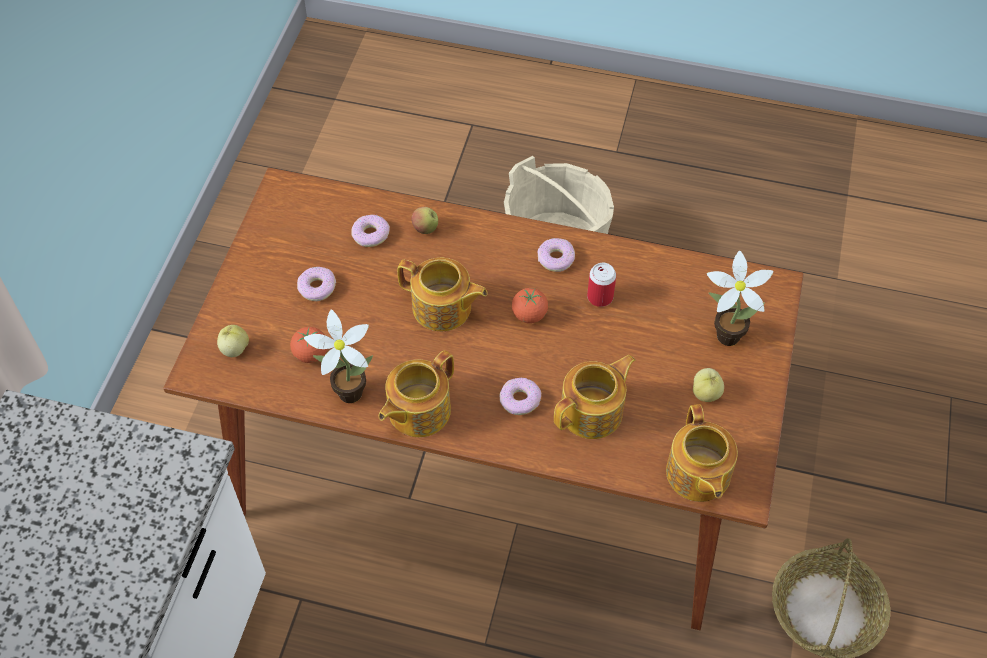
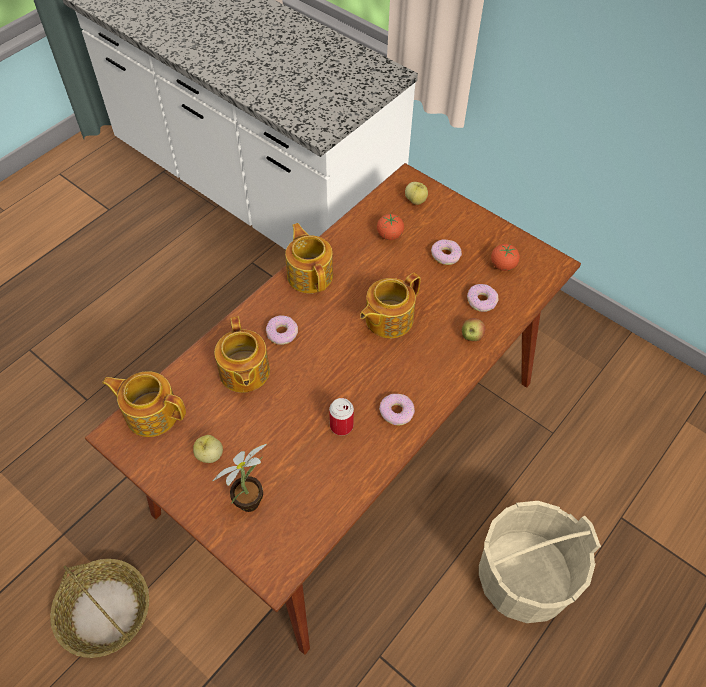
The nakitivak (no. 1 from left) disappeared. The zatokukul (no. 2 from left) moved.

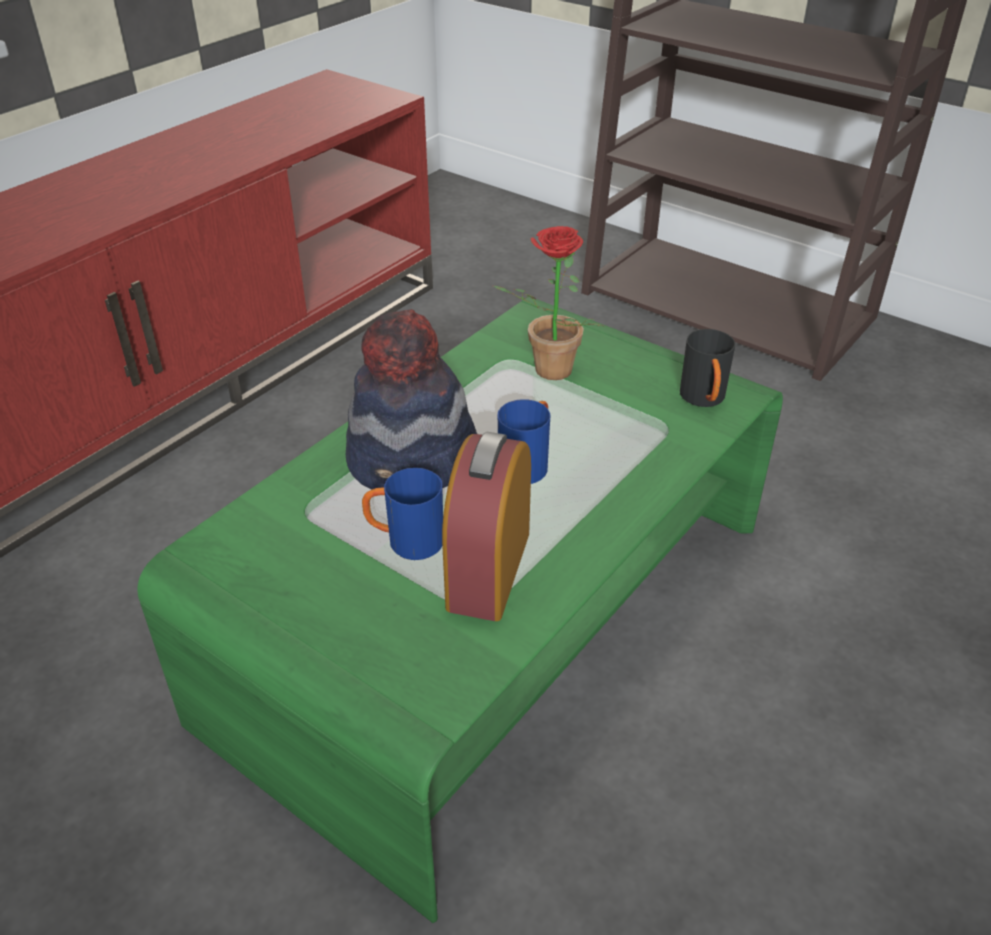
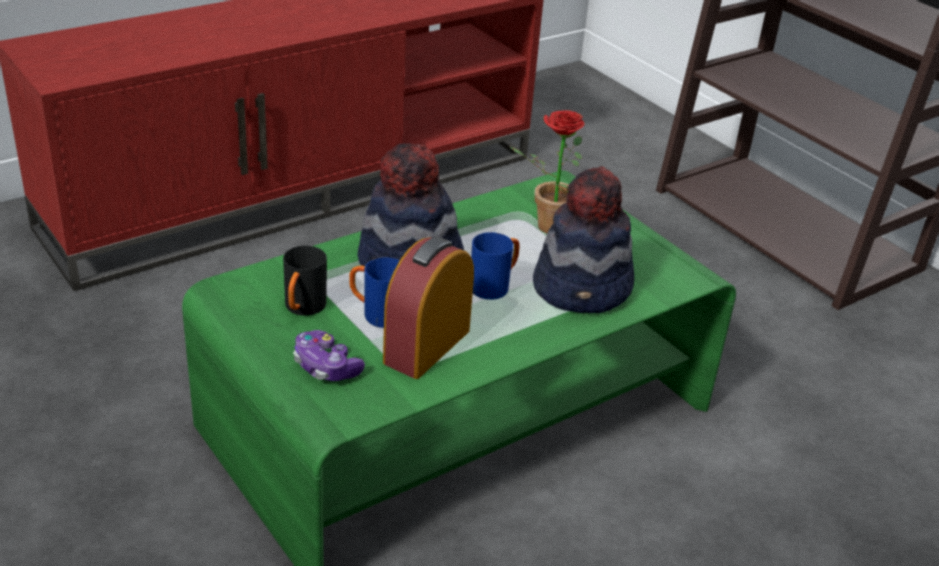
The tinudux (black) moved. The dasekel appeared. The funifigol (no. 2 from left) appeared.

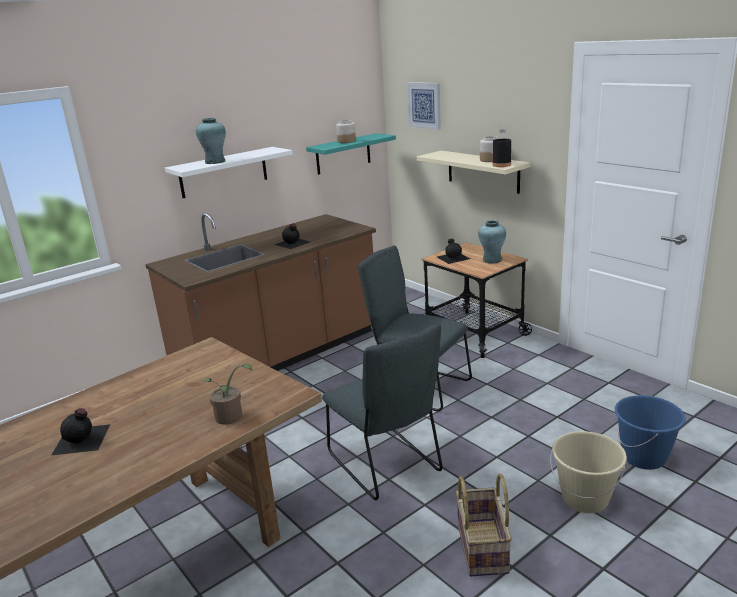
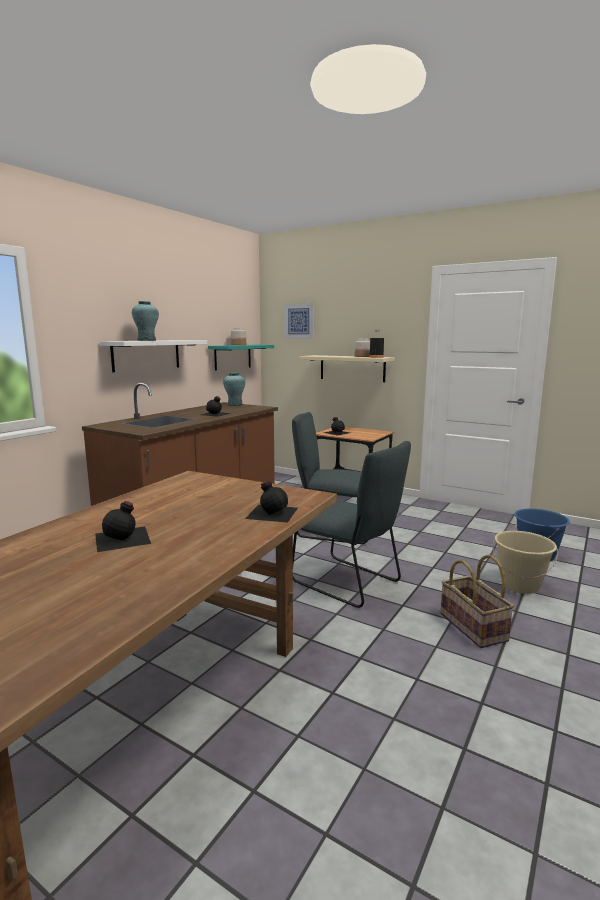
The nakitivak was replaced by the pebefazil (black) (no. 3 from left). The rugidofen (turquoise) (no. 2 from left) moved.

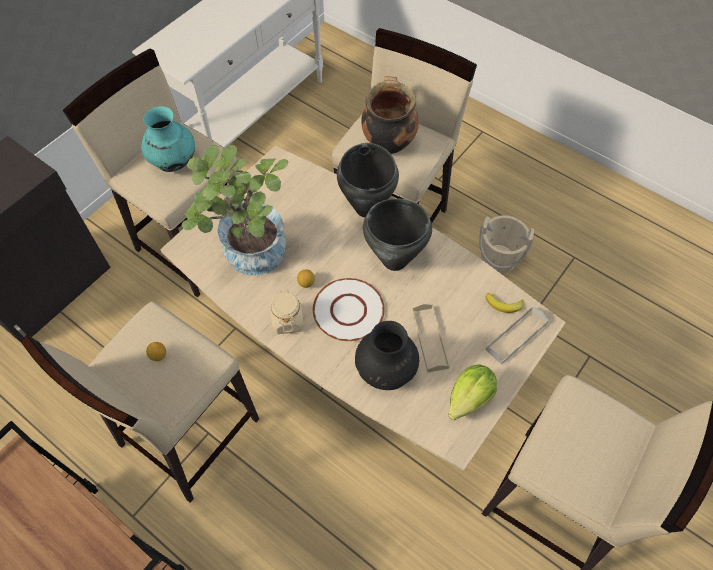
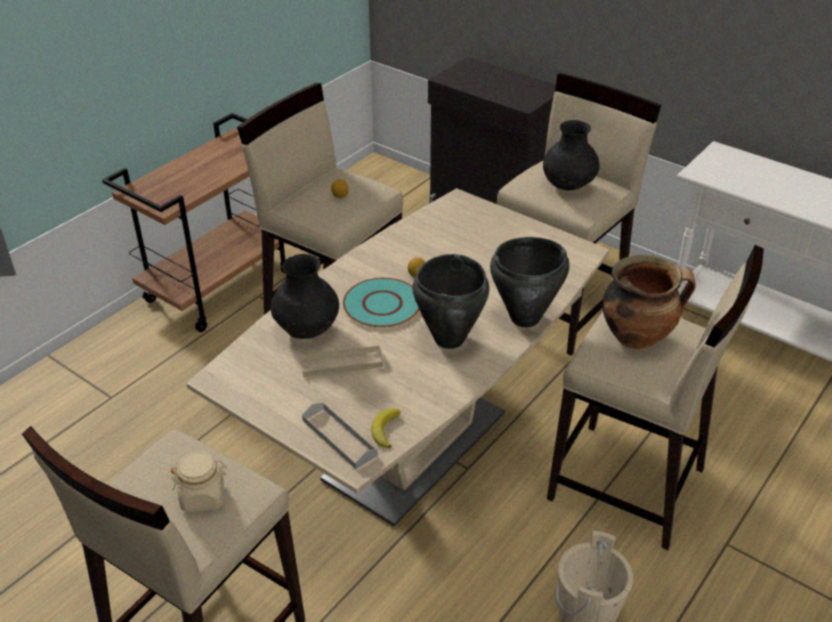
The rugidofen (turquoise) became the rugidofen (black) (no. 2 from left). The nakitivak disappeared. The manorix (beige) moved. The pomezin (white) became the pomezin (turquoise). The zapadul disappeared.

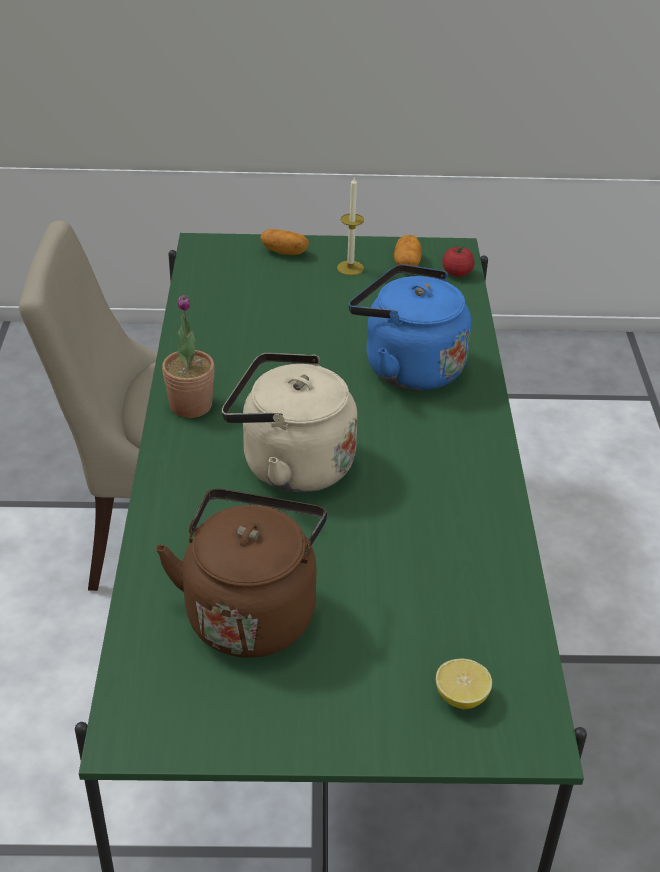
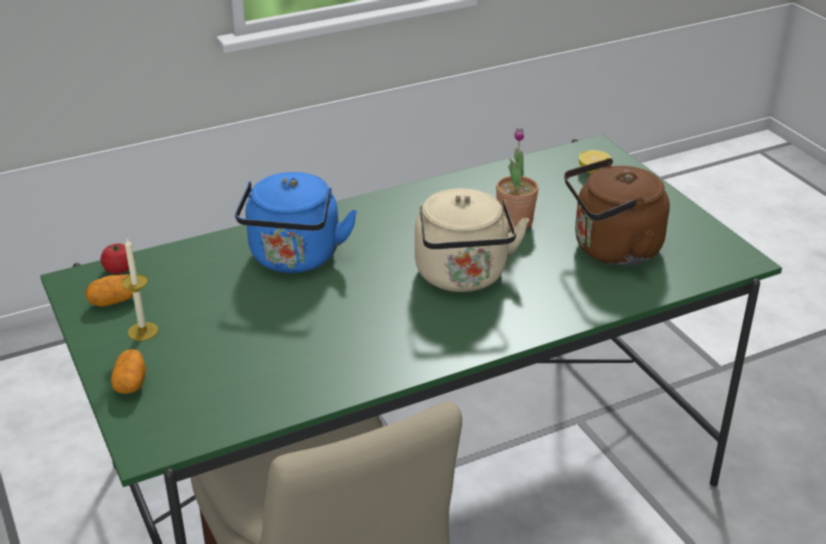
The nakitivak moved.

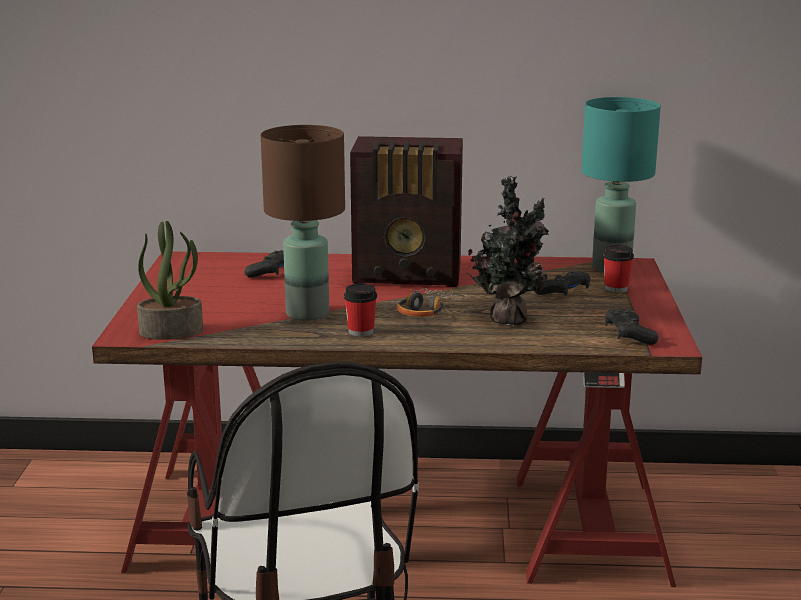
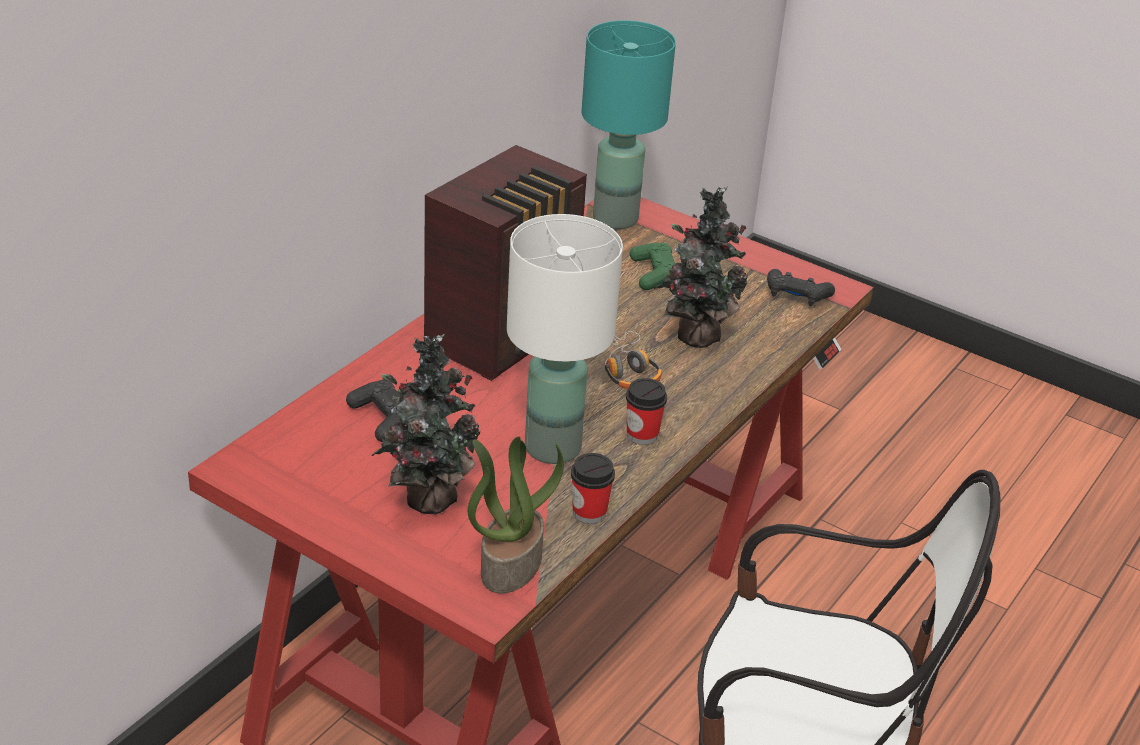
The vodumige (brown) became the vodumige (white). The dasekel (black) (no. 2 from left) became the dasekel (green). The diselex (no. 2 from left in the first image) moved. The nakitivak (no. 1 from left) appeared.

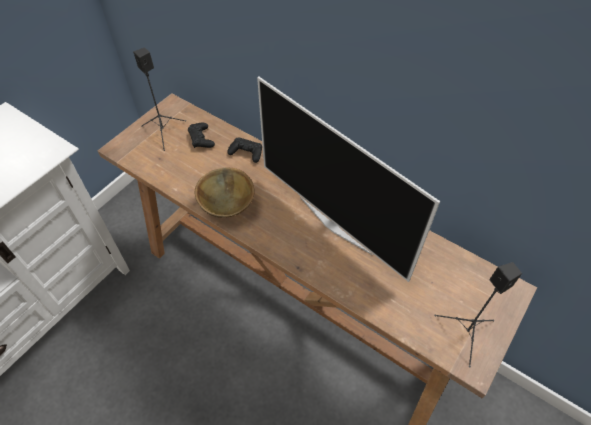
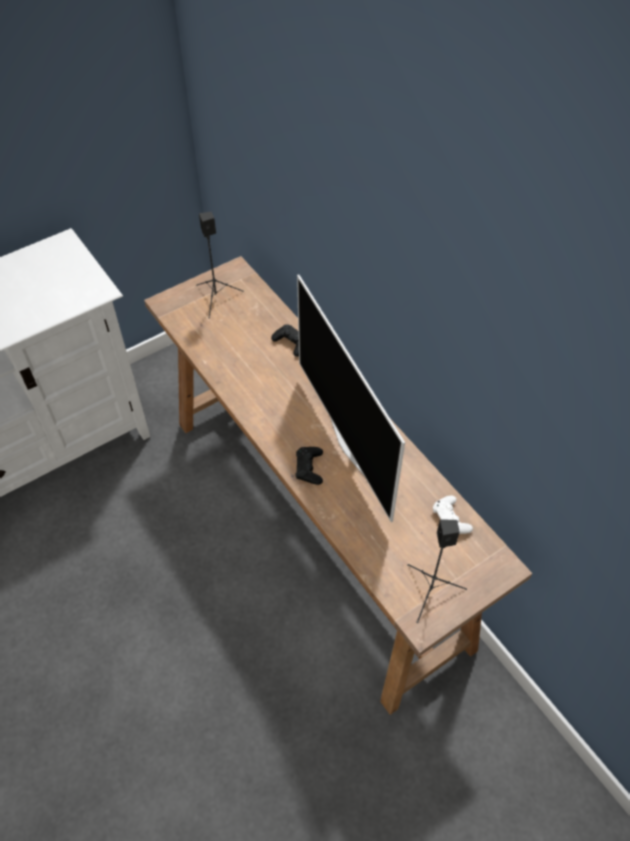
The dasekel (black) (no. 1 from left in the first image) moved. The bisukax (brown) disappeared. The dasekel (white) appeared.

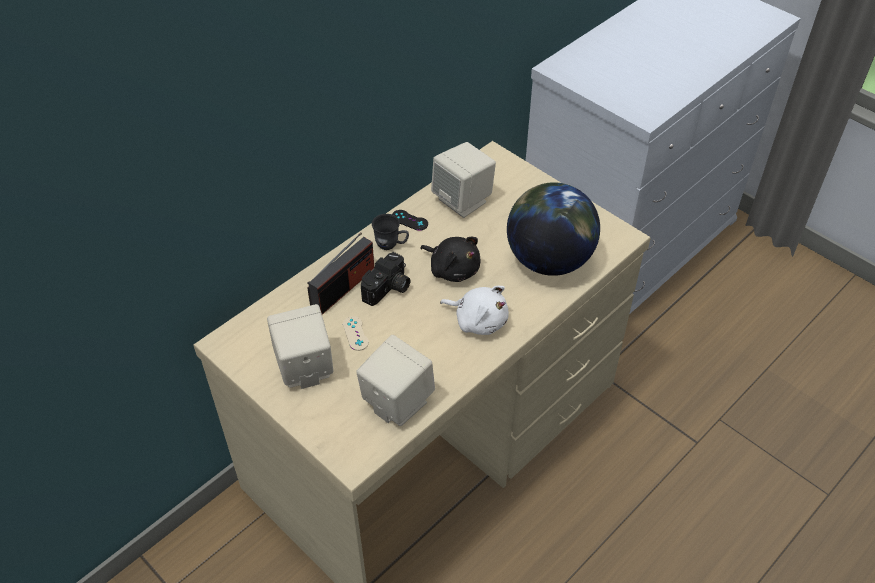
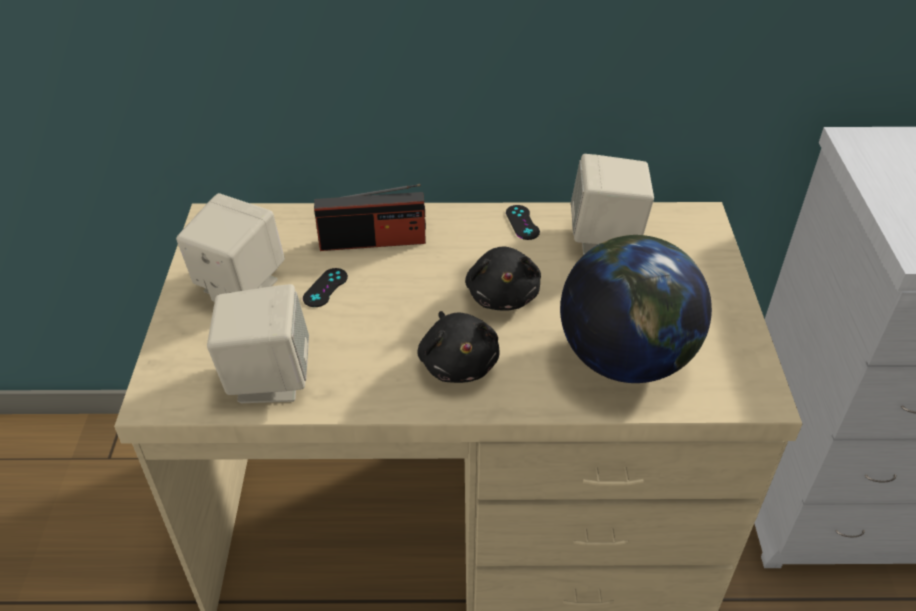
The dasekel (beige) became the dasekel (black) (no. 1 from left). The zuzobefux disappeared. The tinudux (grey) disappeared. The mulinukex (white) became the mulinukex (black) (no. 1 from left).

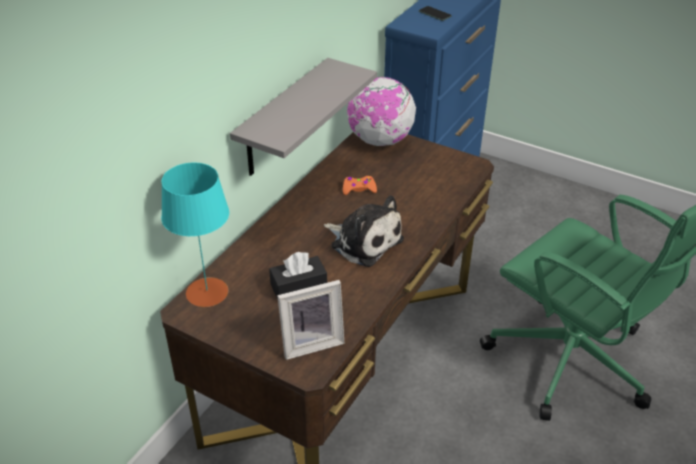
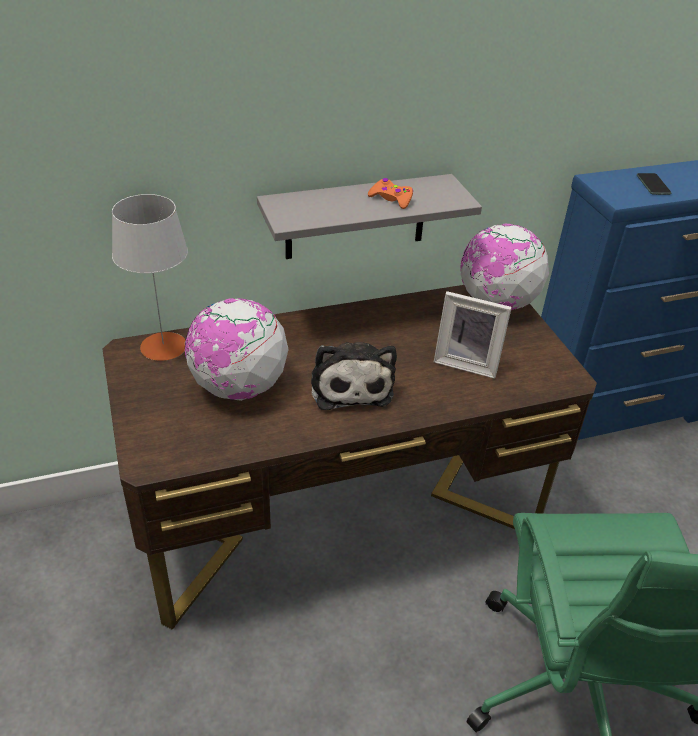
The vodumige (turquoise) became the vodumige (grey). The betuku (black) was replaced by the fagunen (no. 1 from left). The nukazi moved. The dasekel (orange) moved.

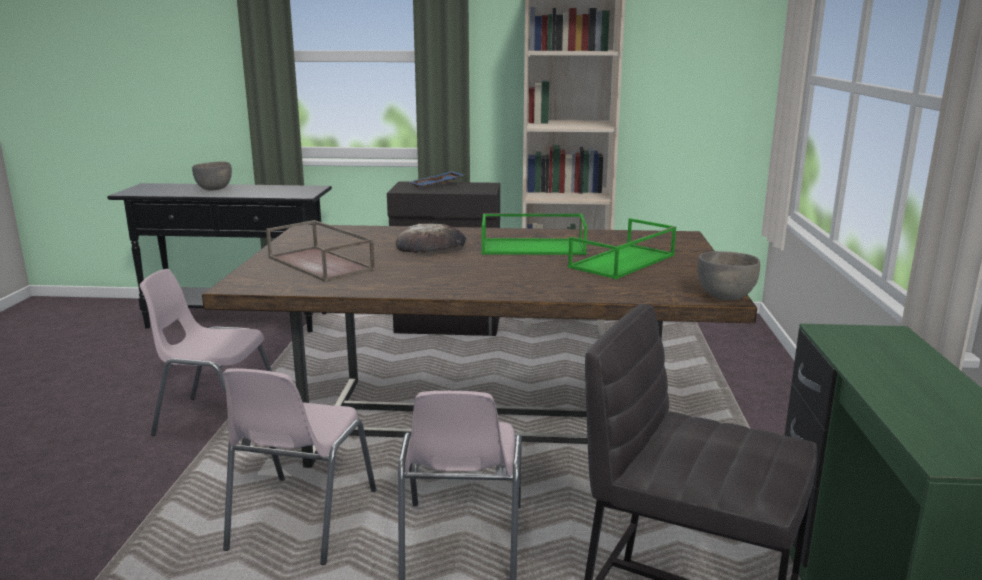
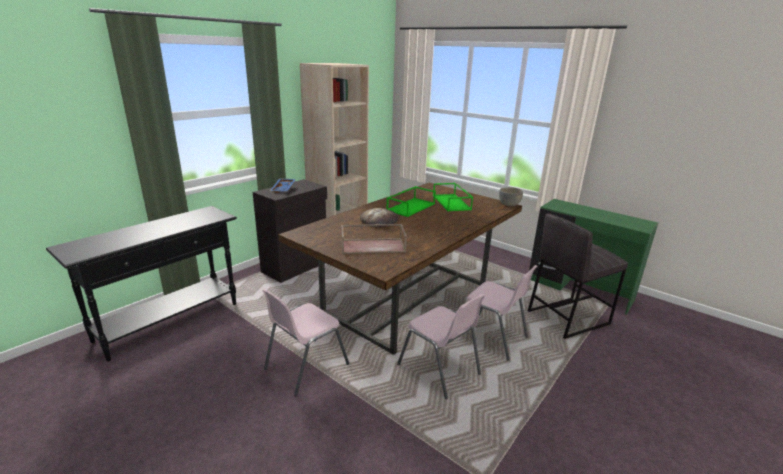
The bisukax (grey) (no. 1 from left) disappeared.

